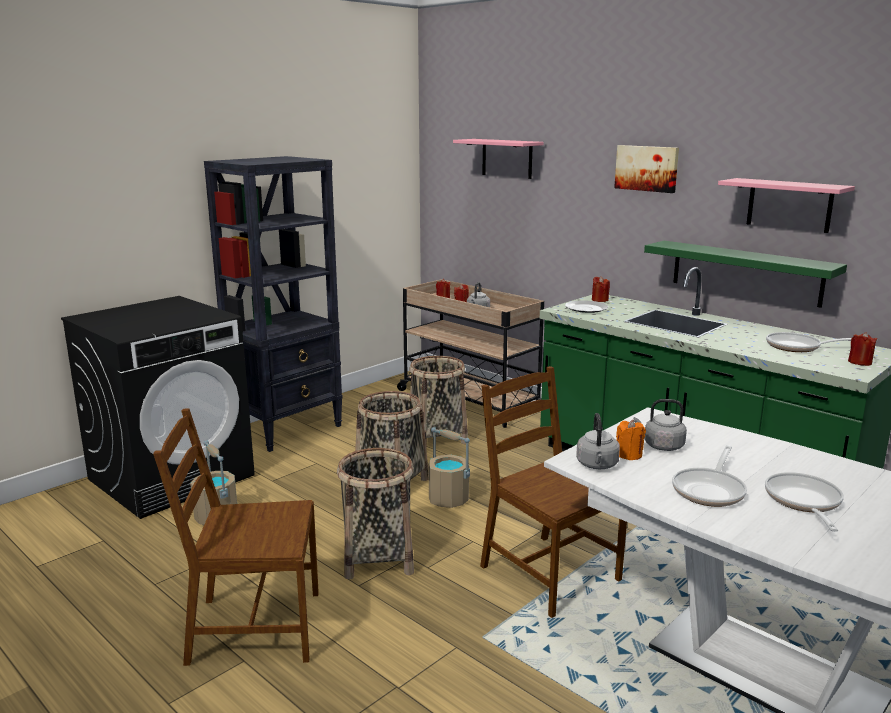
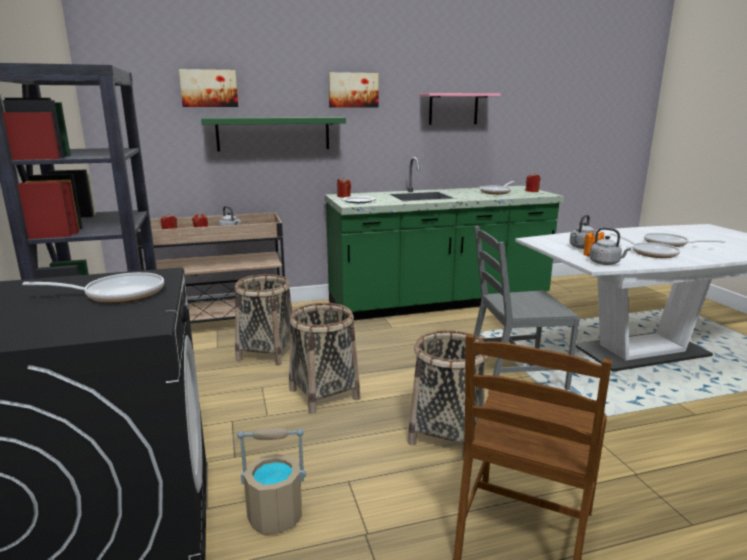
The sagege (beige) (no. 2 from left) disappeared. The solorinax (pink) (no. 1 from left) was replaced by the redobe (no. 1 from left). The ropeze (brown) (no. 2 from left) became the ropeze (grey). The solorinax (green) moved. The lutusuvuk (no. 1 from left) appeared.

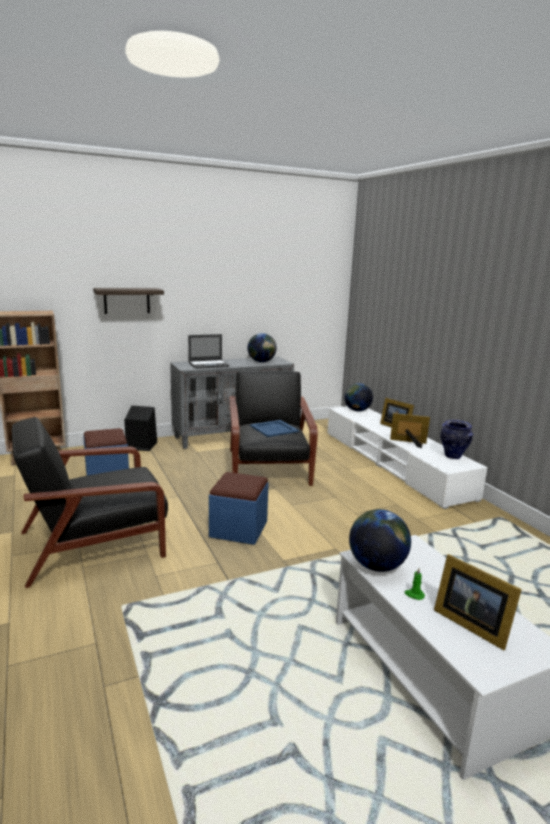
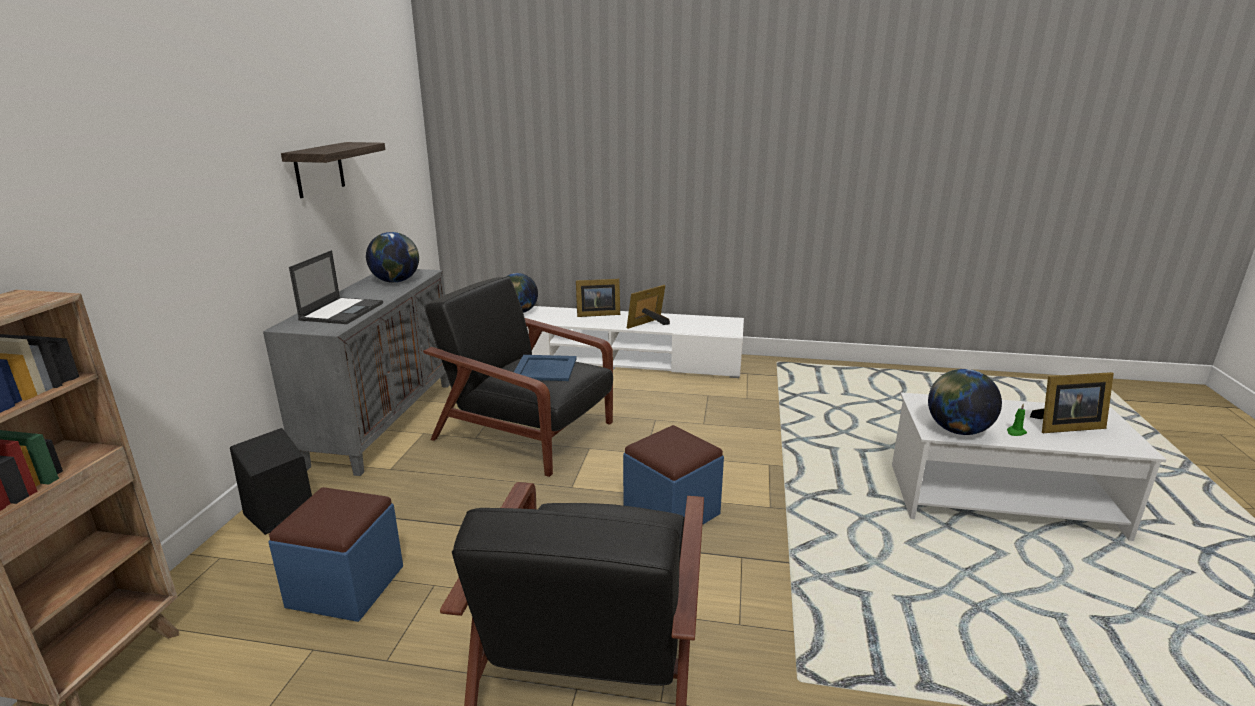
The solorinax moved. The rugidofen disappeared.

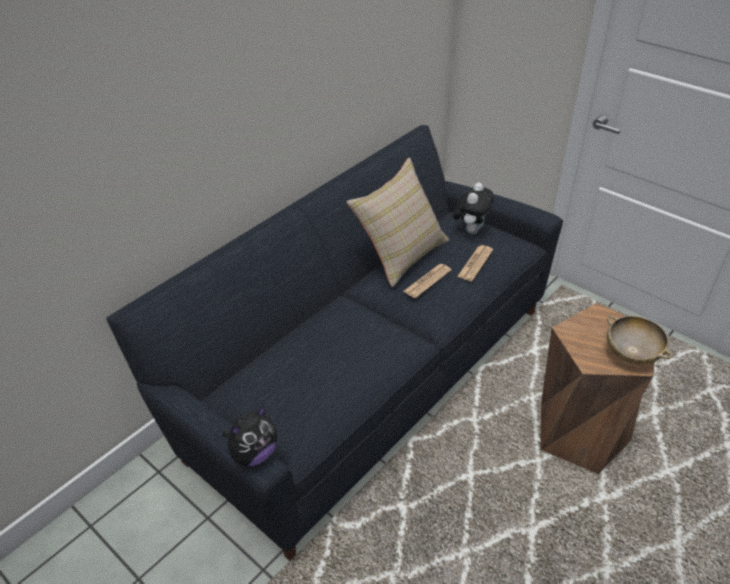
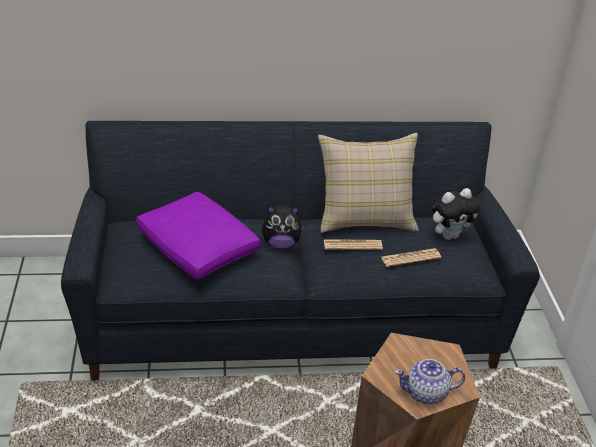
The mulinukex (no. 1 from left) moved. The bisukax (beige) was replaced by the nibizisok. The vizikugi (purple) appeared.

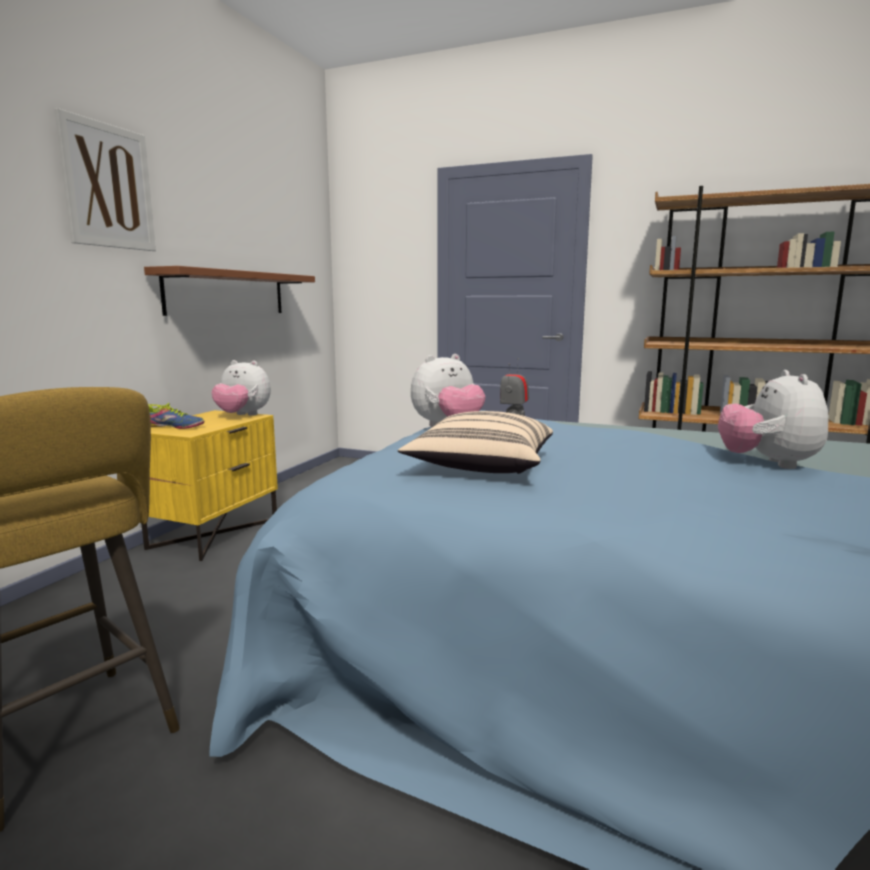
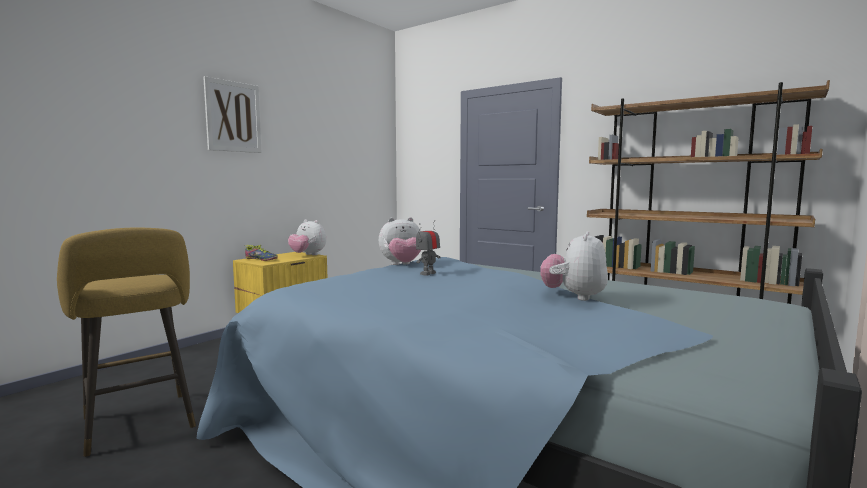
The solorinax (brown) disappeared. The vizikugi (beige) disappeared.

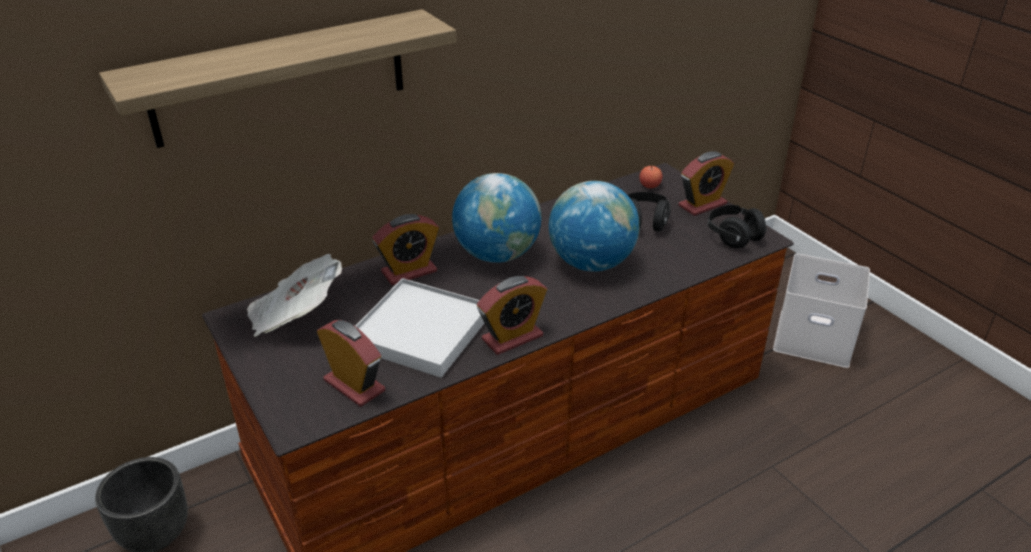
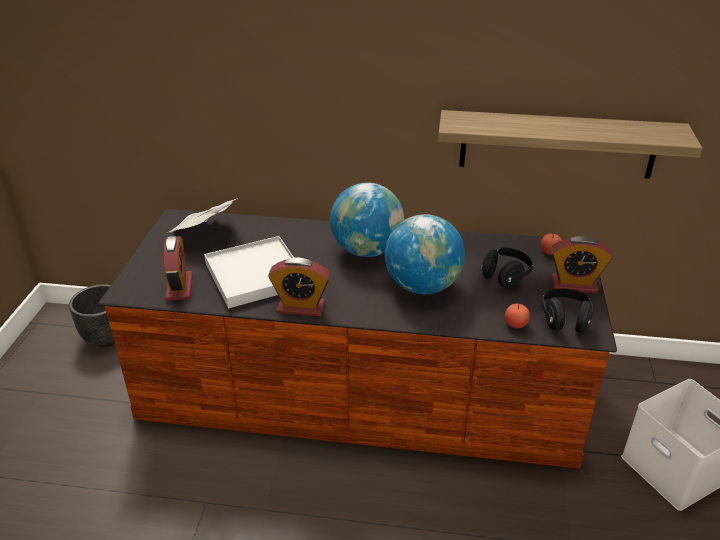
The solorinax moved. The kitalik (no. 2 from left) disappeared. The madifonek (no. 1 from left) appeared.

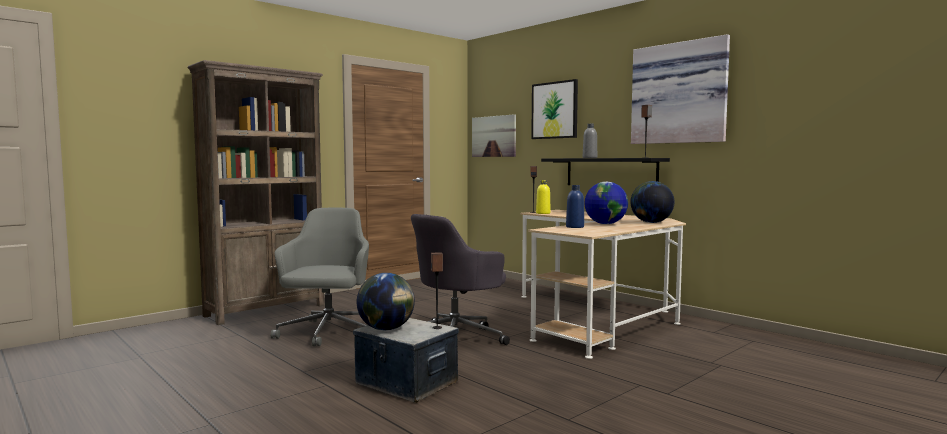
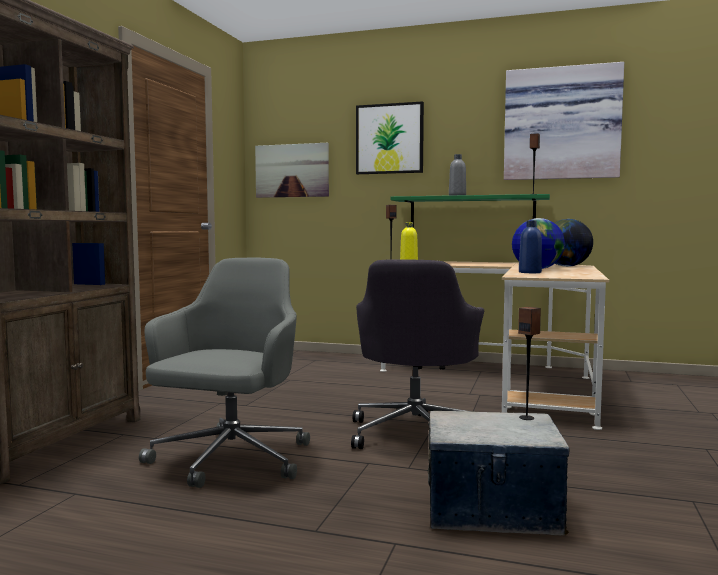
The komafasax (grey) (no. 1 from left) turned 45 degrees clockwise. The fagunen (no. 1 from left) disappeared. The solorinax (black) became the solorinax (green).

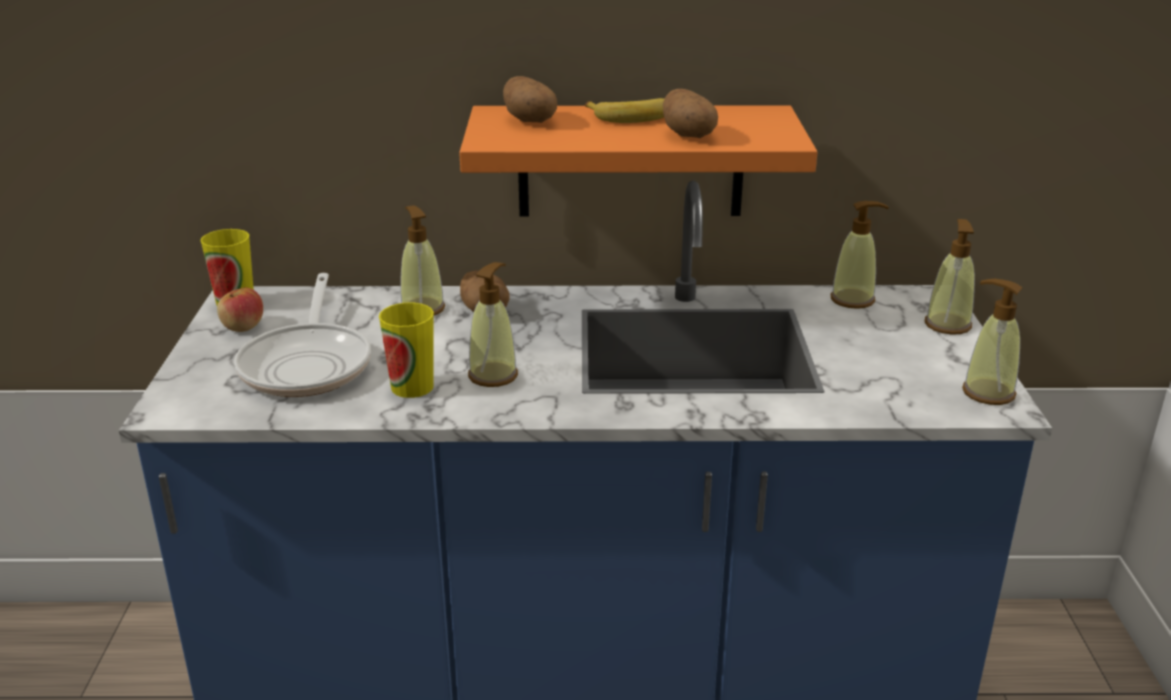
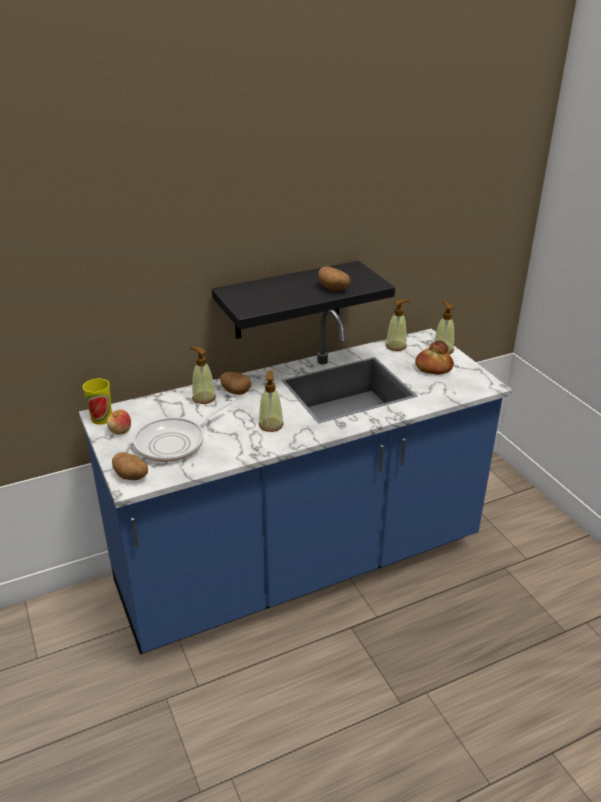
The lutusuvuk turned 75 degrees clockwise. The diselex (no. 2 from left) disappeared. The solorinax (orange) became the solorinax (black). The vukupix (no. 2 from left in the first image) moved. The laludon disappeared. The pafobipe (no. 5 from left) disappeared. The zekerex appeared.

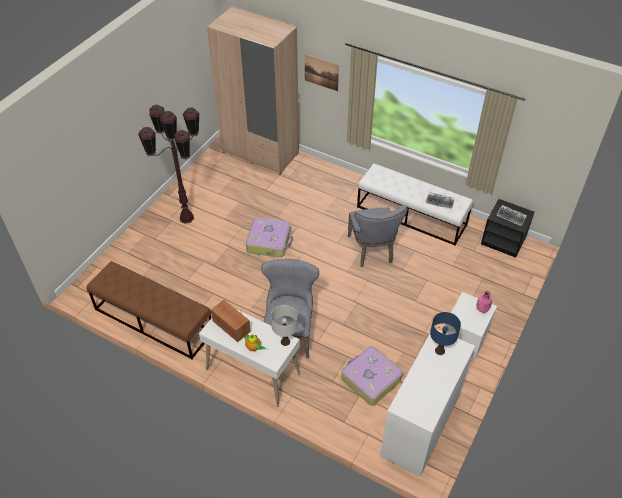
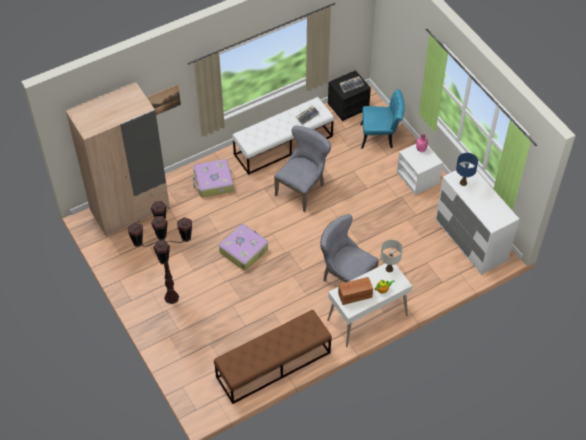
The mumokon (no. 2 from left in the first image) moved. The ropeze (grey) (no. 2 from left in the first image) turned 75 degrees counterclockwise. The ropeze (turquoise) appeared.

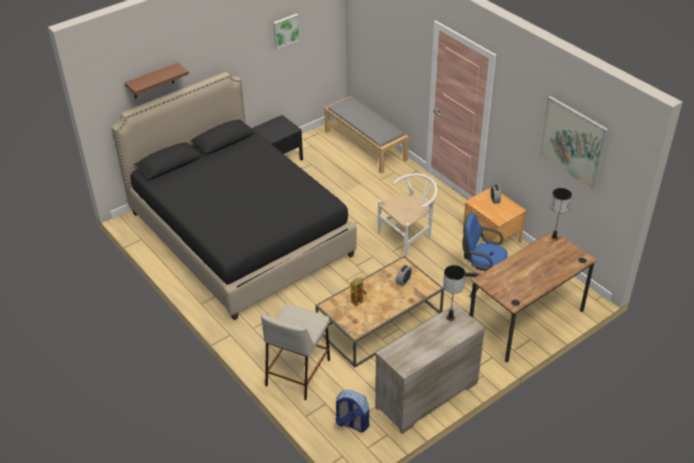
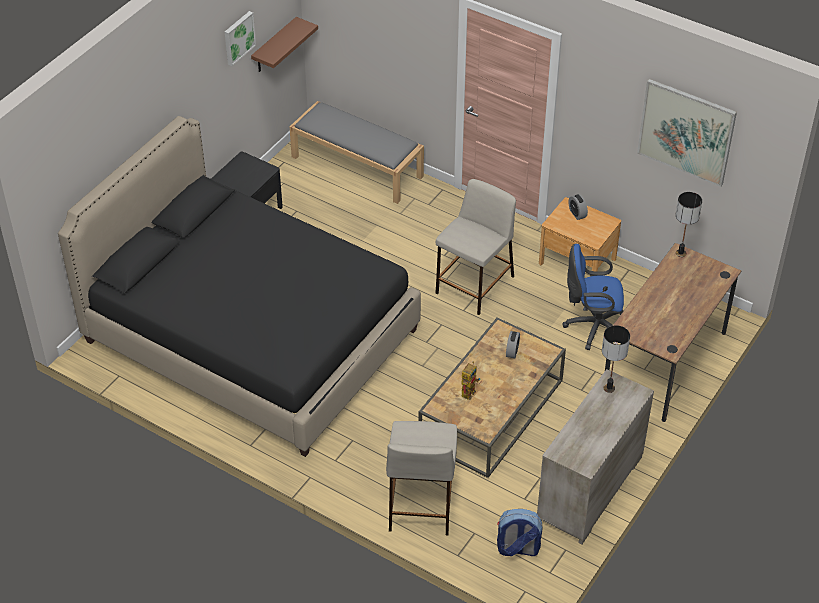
The solorinax (brown) moved. The ropeze (white) was replaced by the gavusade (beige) (no. 2 from left).

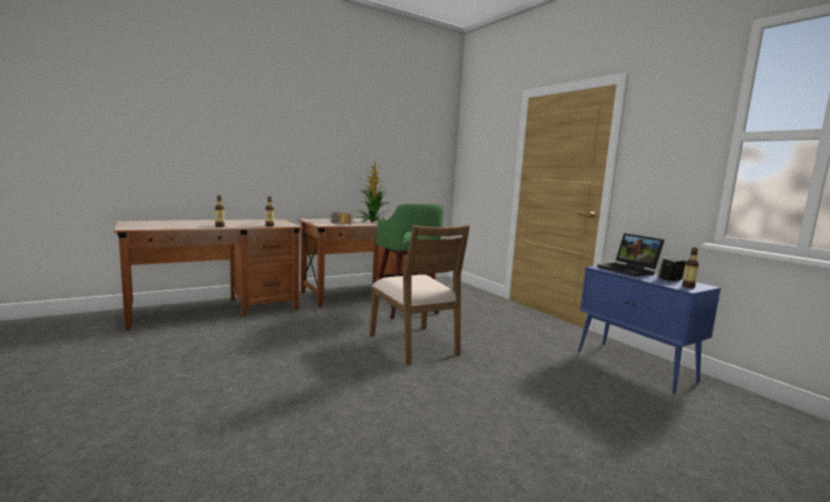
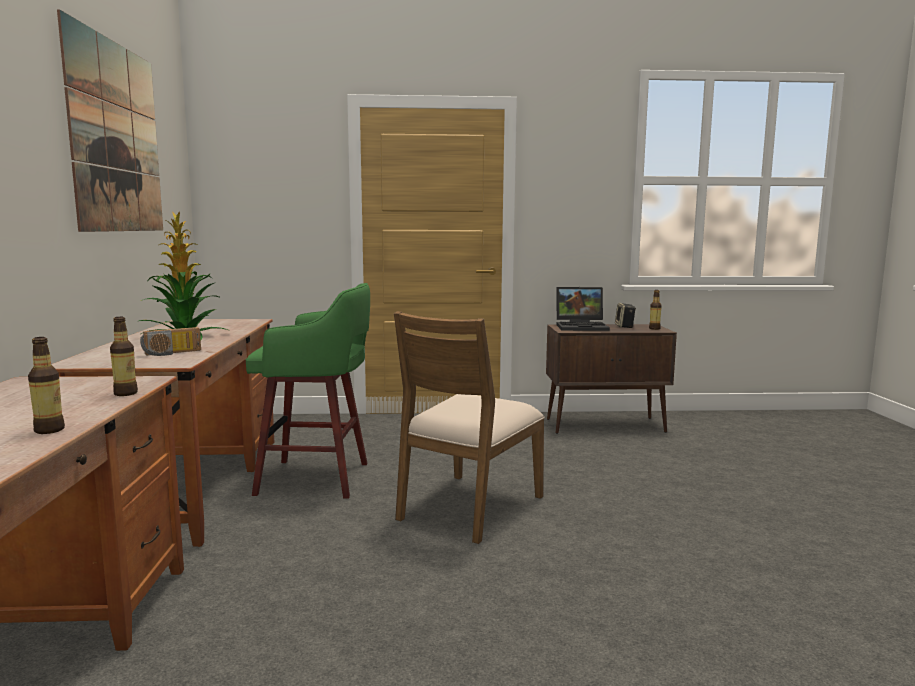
The ropeze (brown) turned 120 degrees clockwise. The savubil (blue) became the savubil (brown). The redobe appeared.

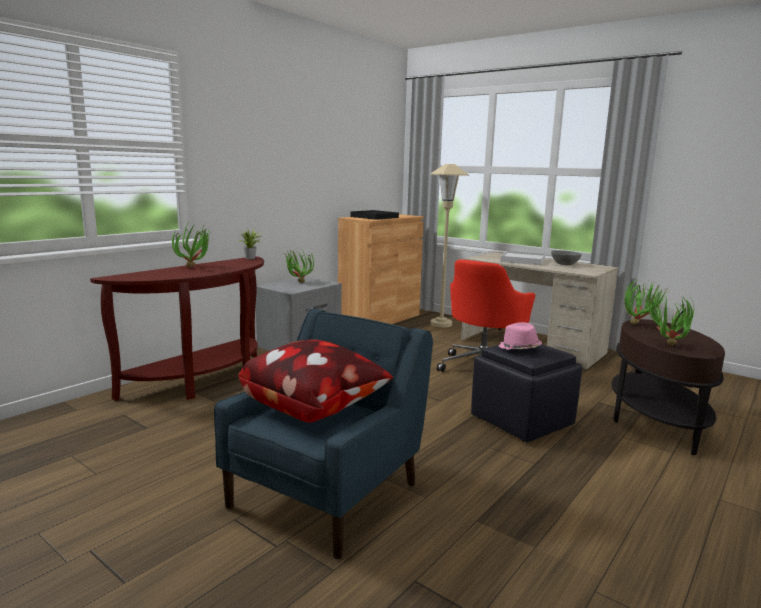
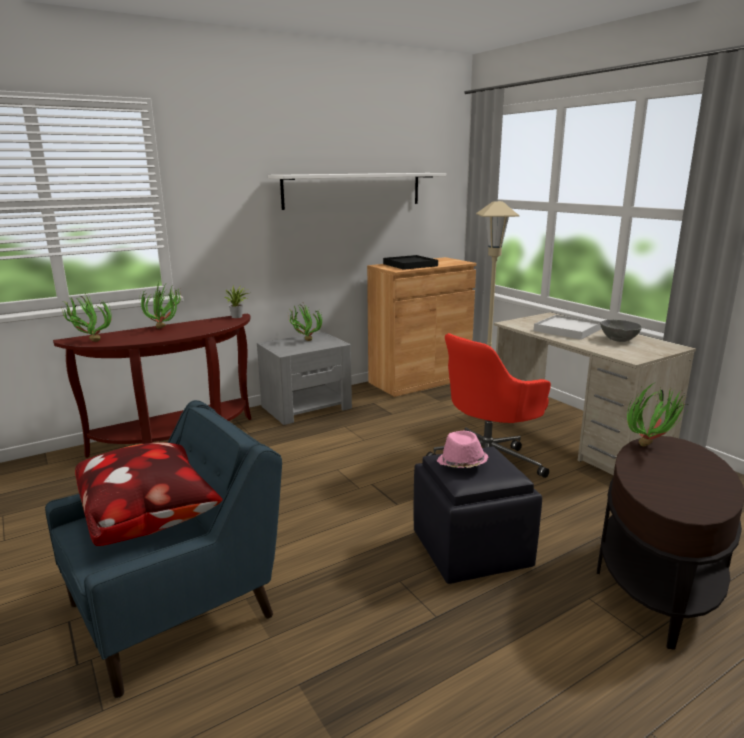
The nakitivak (no. 5 from left in the first image) moved. The solorinax (white) appeared.

